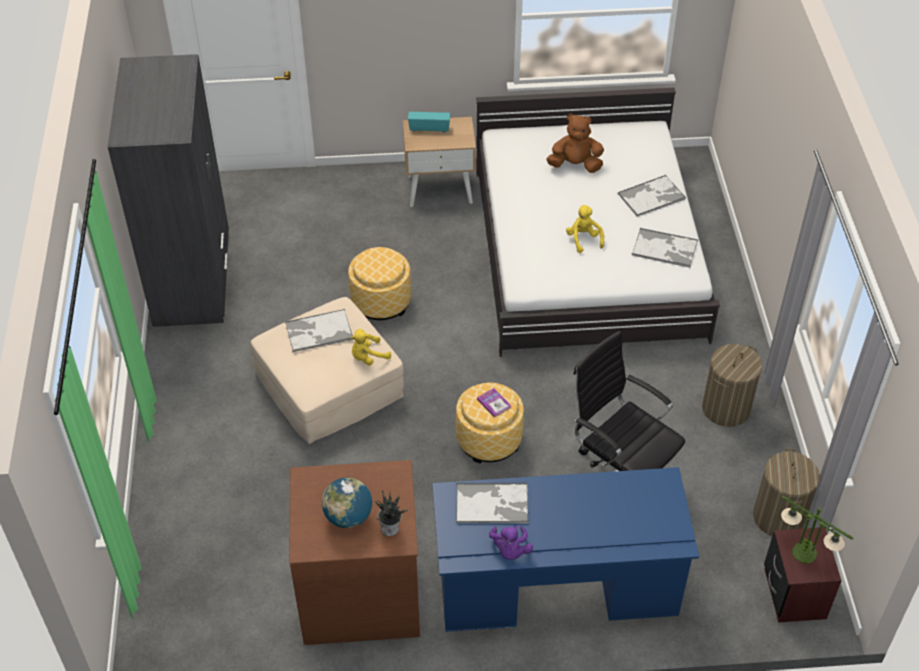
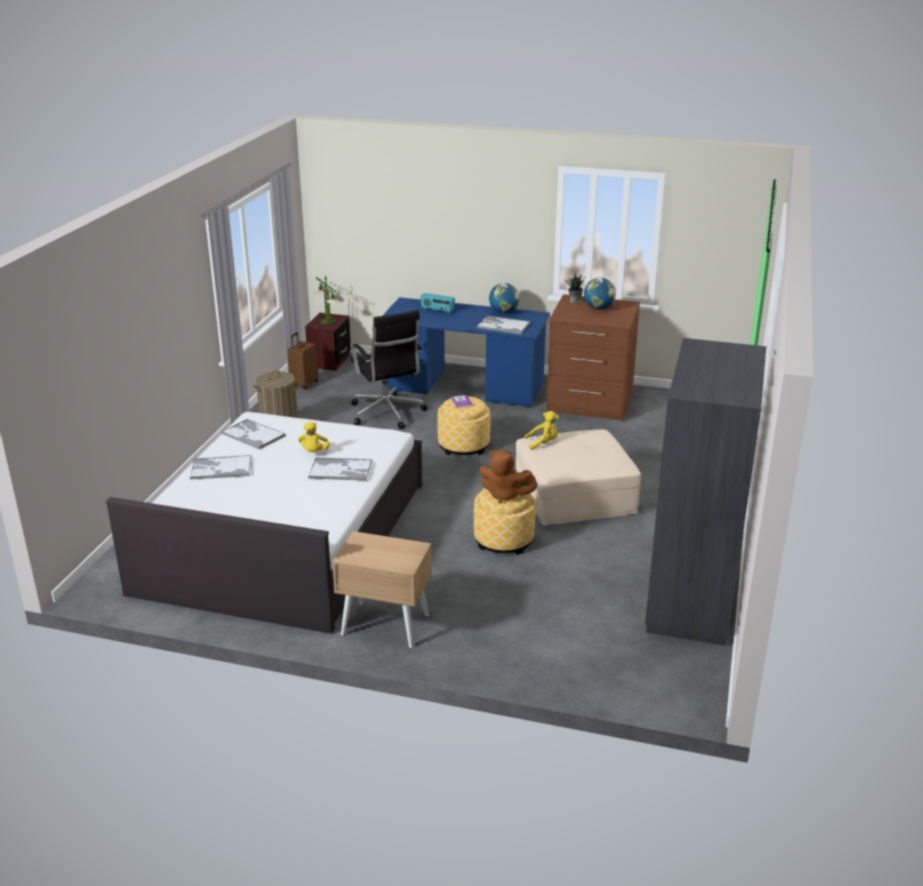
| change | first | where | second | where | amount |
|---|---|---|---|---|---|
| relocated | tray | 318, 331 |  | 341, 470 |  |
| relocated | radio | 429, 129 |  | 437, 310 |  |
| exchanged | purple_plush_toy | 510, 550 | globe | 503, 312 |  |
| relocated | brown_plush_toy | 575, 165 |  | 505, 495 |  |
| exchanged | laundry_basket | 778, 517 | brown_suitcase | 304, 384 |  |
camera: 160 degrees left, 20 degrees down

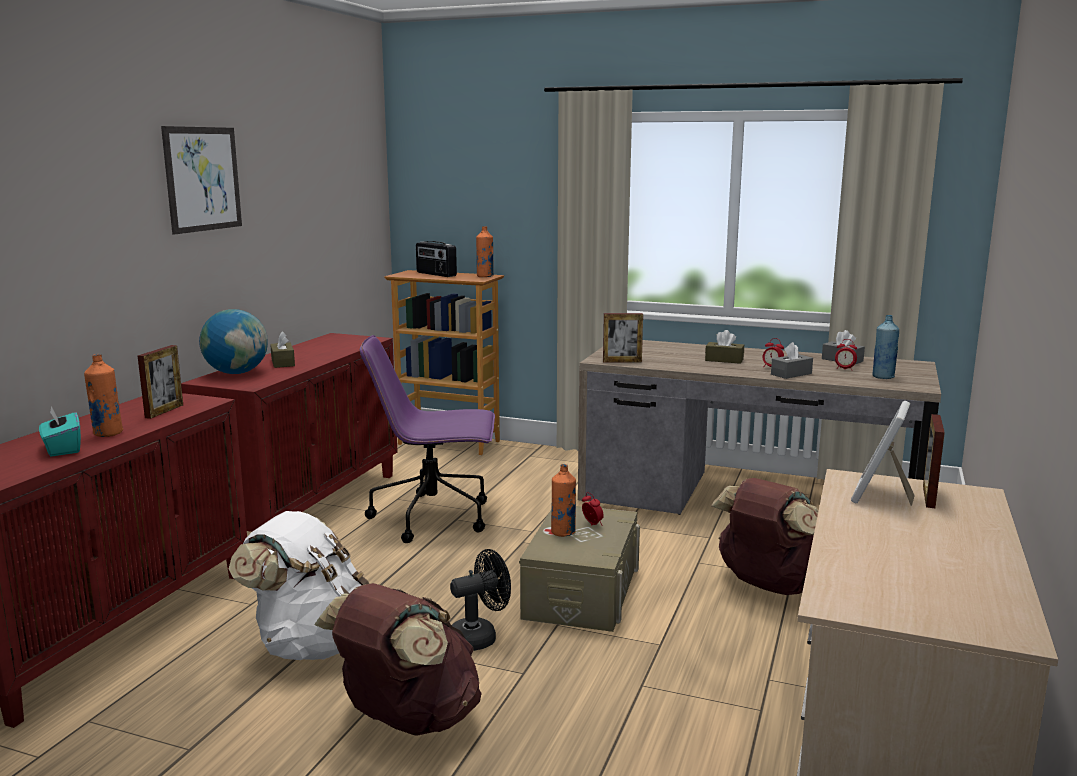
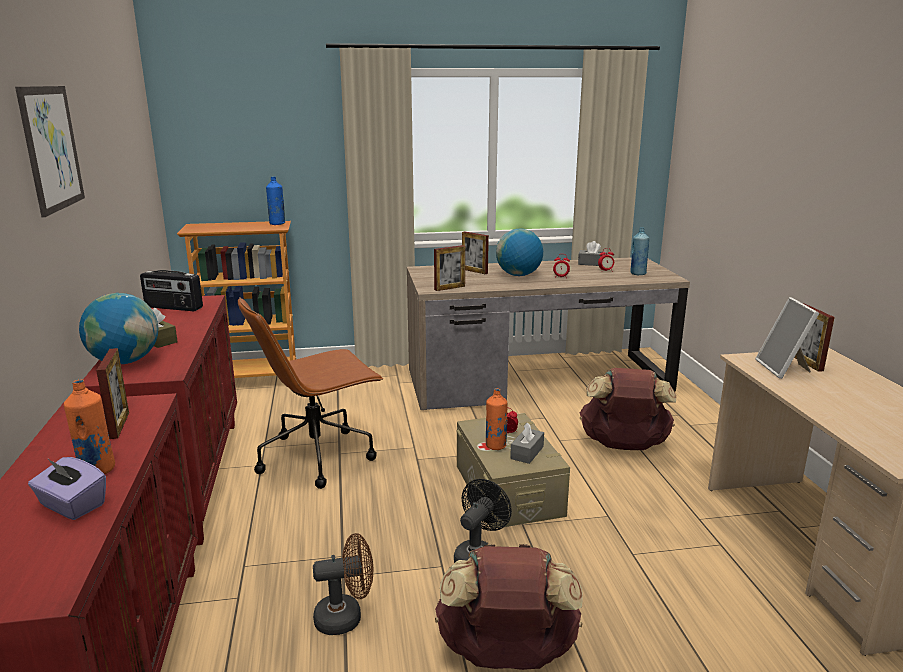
| change | first | where | second | where | amount |
|---|---|---|---|---|---|
| colour | turquoise_tissue_box | 62, 449 | purple_tissue_box | 72, 505 |  |
| exchanged | white_backpack | 312, 645 | brown_fan | 346, 617 |  |
| colour | purple_office_chair | 434, 517 | brown_office_chair | 318, 456 |  |
| relocated | radio | 435, 274 |  | 173, 308 |  |
| colour | orange_bottle | 485, 276 | blue_bottle | 277, 224 |  |
| exchanged | brown_tissue_box | 724, 360 | globe | 518, 275 |  |
| relocated | grey_tissue_box | 791, 374 |  | 527, 452 |  |
| appeared |  |  | picture_frame | 474, 271 |  |
camera: 30 degrees left, 5 degrees up

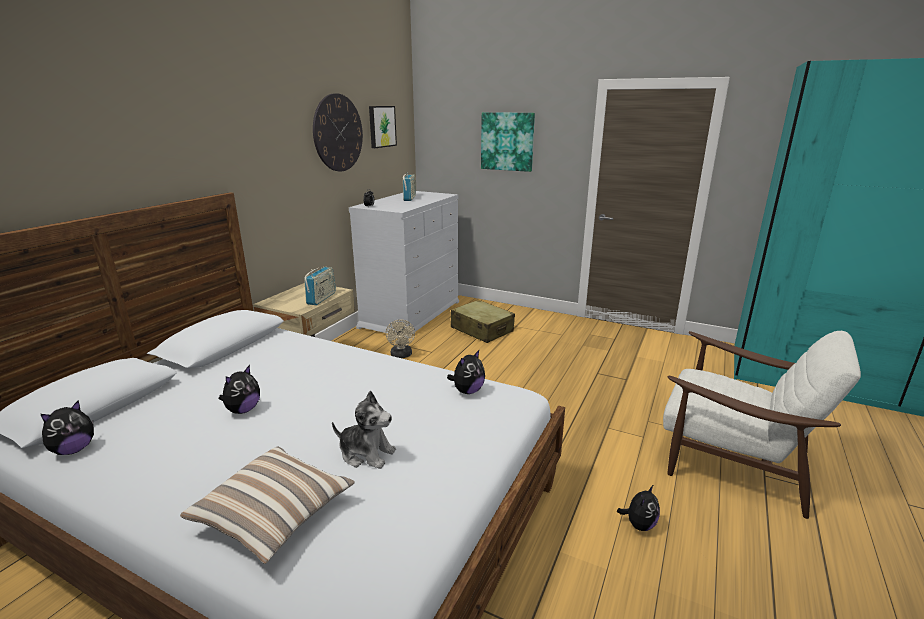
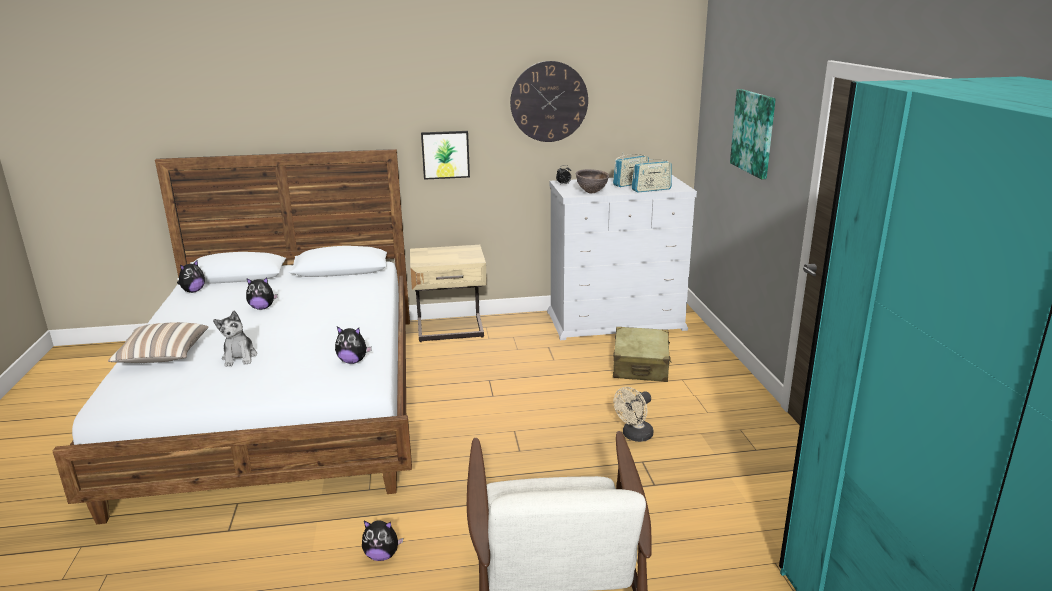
| change | first | where | second | where | amount |
|---|---|---|---|---|---|
| spun | plush_toy | 74, 449 |  | 193, 291 | 60 degrees counterclockwise |
| relocated | radio | 321, 298 |  | 651, 189 |  |
| relocated | picture | 381, 126 |  | 445, 154 |  |
| relocated | beige_fan | 401, 355 |  | 634, 436 |  |
| appeared |  |  | brown_bowl | 591, 192 |  |
camera: 55 degrees right, 0 degrees up

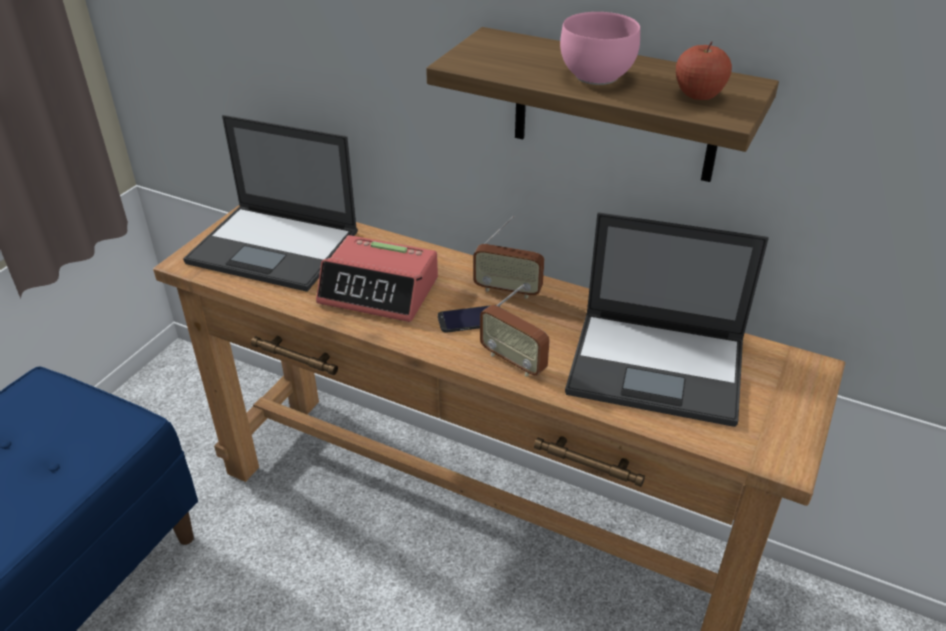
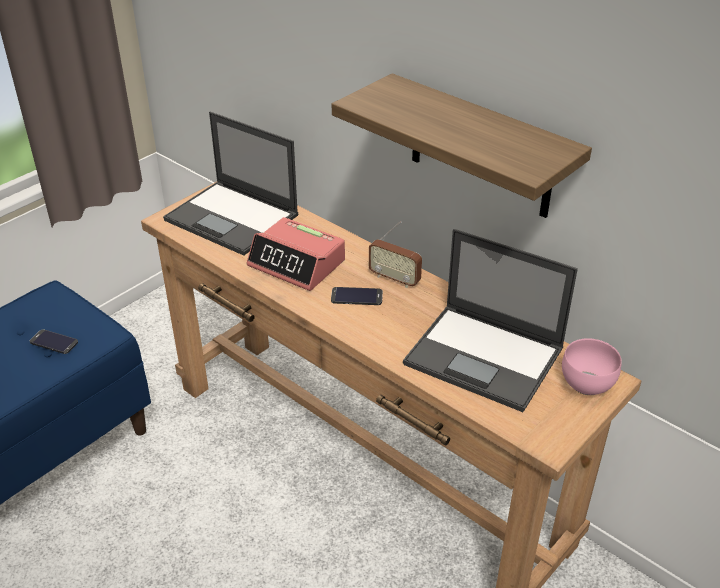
| change | first | where | second | where | amount |
|---|---|---|---|---|---|
| missing | radio | 513, 361 |  |  |  |
| relocated | pink_bowl | 595, 77 |  | 585, 385 |  |
| missing | apple | 698, 95 |  |  |  |
| appeared |  |  | phone | 54, 342 |  |
camera: 15 degrees right, 0 degrees up

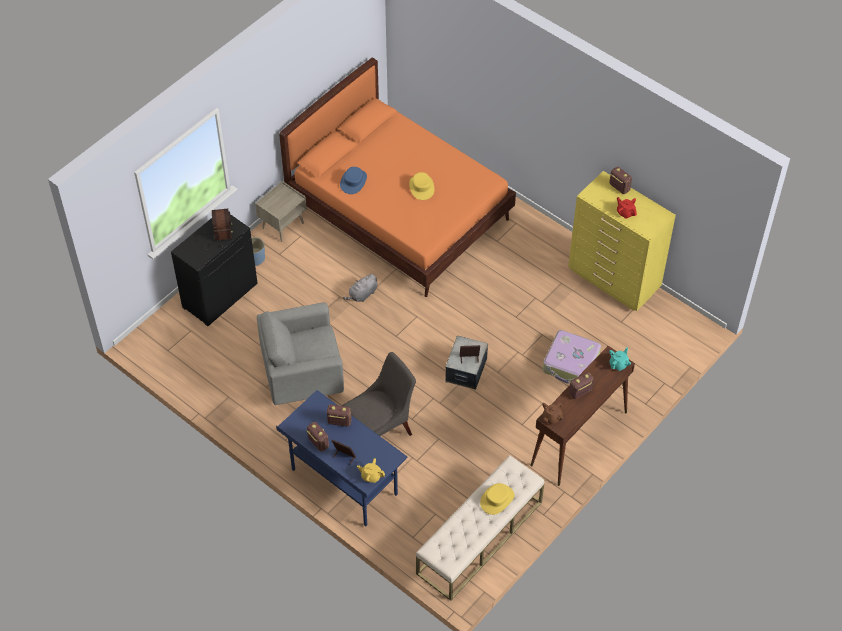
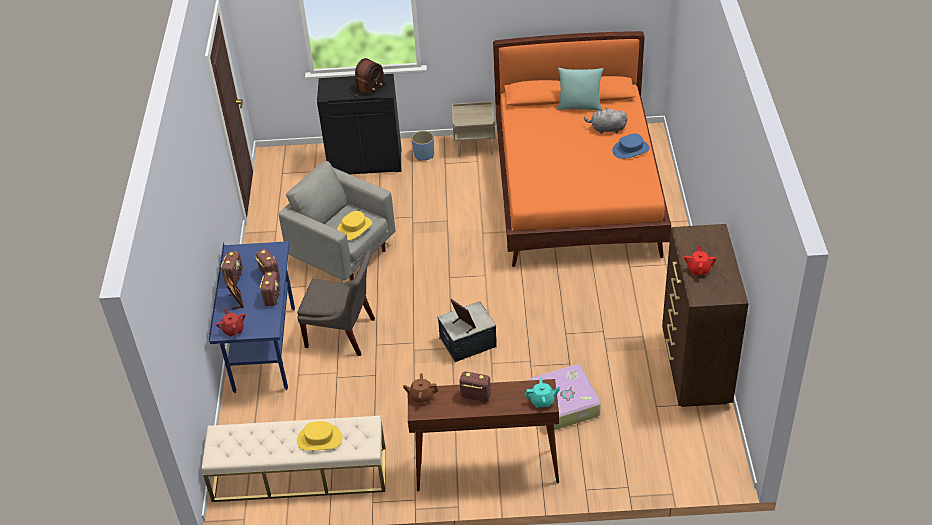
| change | first | where | second | where | amount |
|---|---|---|---|---|---|
| relocated | blue_hat | 353, 181 |  | 630, 150 |  |
| relocated | grey_plush_toy | 362, 295 |  | 606, 129 |  |
| colour | yellow_teapot | 371, 476 | red_teapot | 233, 330 |  |
| relocated | yellow_hat | 421, 187 |  | 354, 228 |  |
| colour | yellow_dresser | 614, 281 | brown_dresser | 694, 369 |  |
| relocated | radio | 619, 187 |  | 272, 297 |  |
| appeared |  |  | turquoise_pillow | 579, 106 |  |
camera: 50 degrees right, 10 degrees down

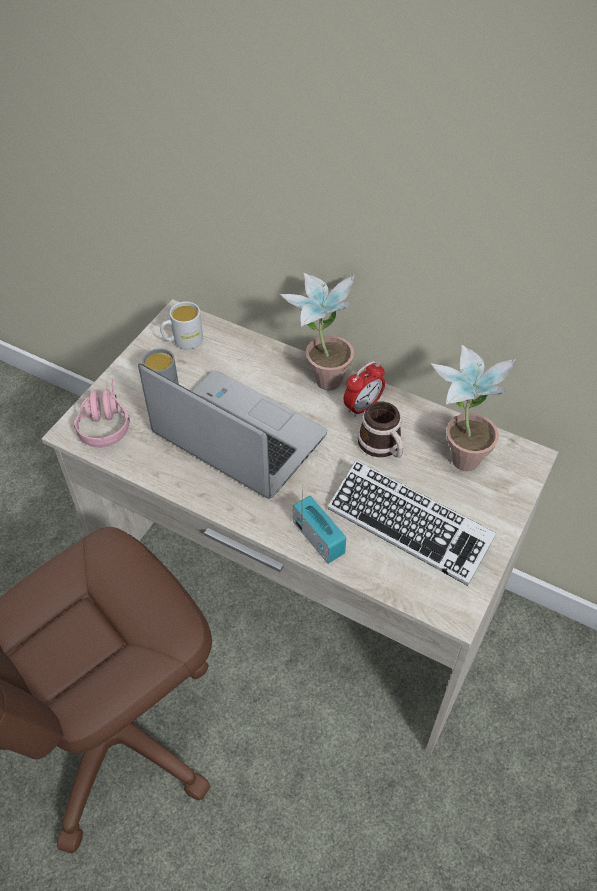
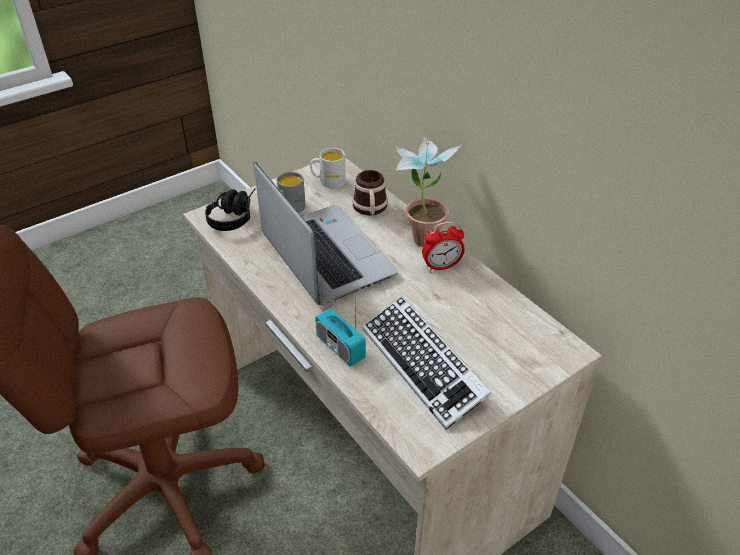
| change | first | where | second | where | amount |
|---|---|---|---|---|---|
| colour | pink_headphones | 104, 420 | black_headphones | 234, 215 |  |
| spun | radio | 318, 538 |  | 340, 347 | 150 degrees clockwise |
| relocated | mug | 383, 446 |  | 370, 209 |  |
| missing | potted_plant | 459, 452 |  |  |  |
camera: 25 degrees right, 10 degrees down

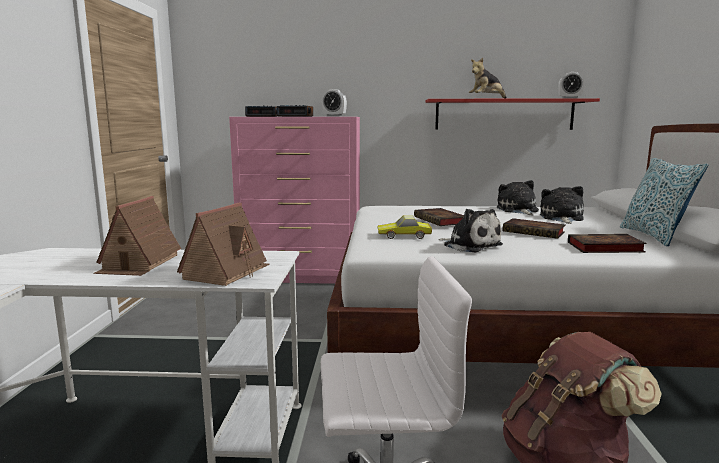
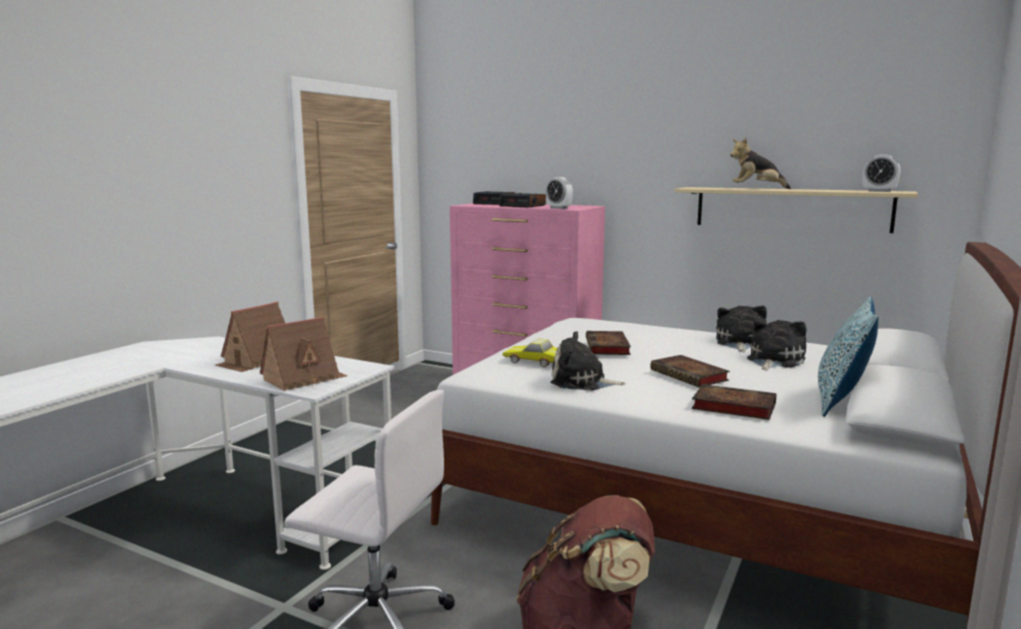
| change | first | where | second | where | amount |
|---|---|---|---|---|---|
| colour | red_shelf | 504, 114 | beige_shelf | 791, 209 |  |
| spun | plush_toy | 470, 245 |  | 582, 382 | 120 degrees clockwise |
camera: 25 degrees right, 0 degrees up

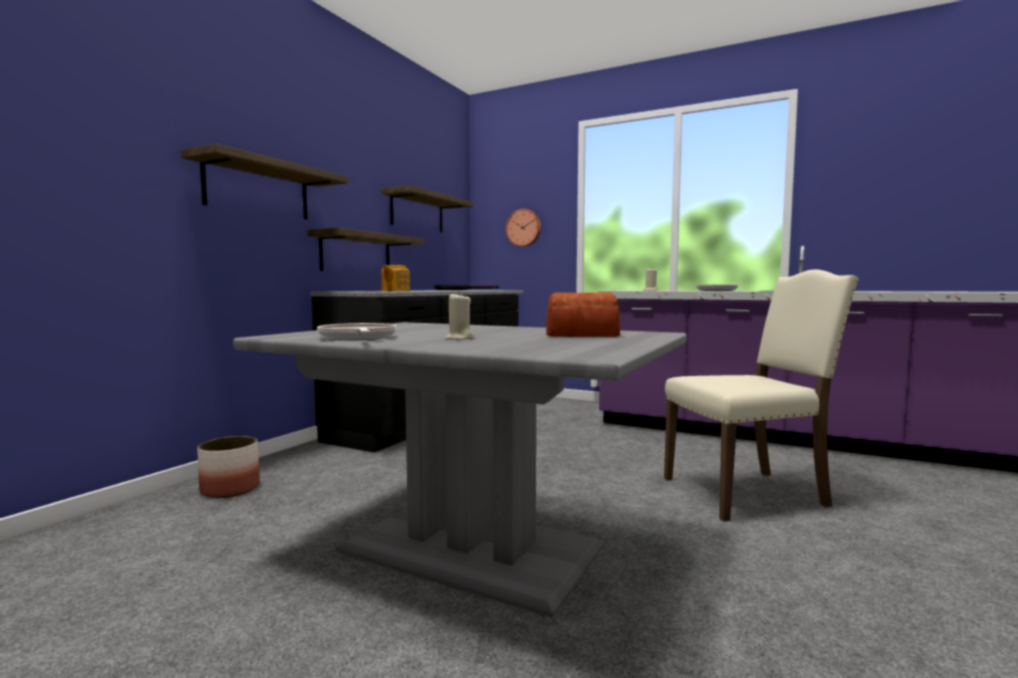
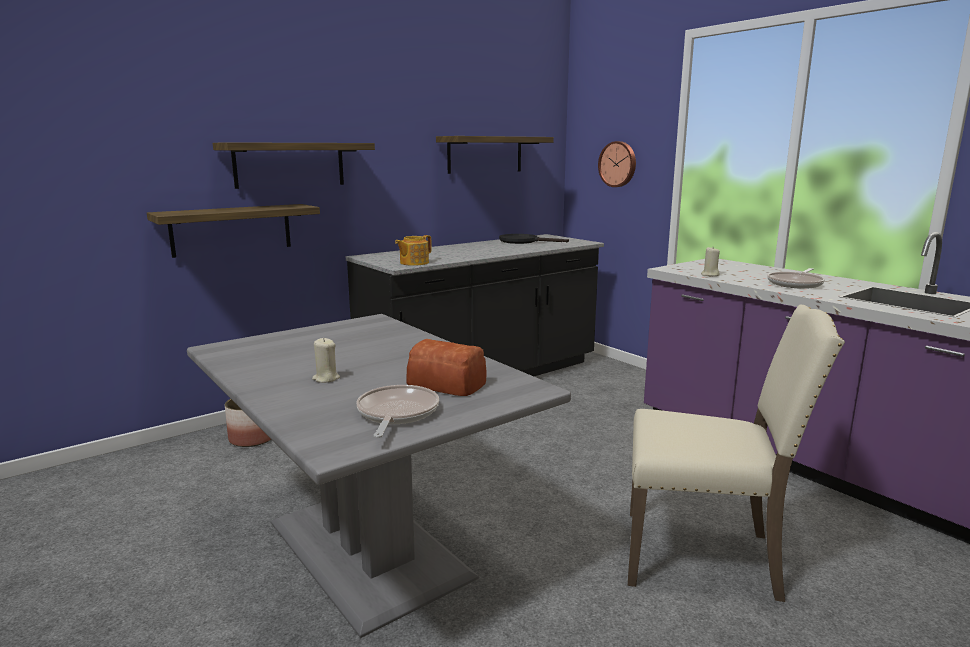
| change | first | where | second | where | amount |
|---|---|---|---|---|---|
| relocated | shelf | 356, 253 |  | 231, 229 |  |
| relocated | frying_pan | 358, 338 |  | 396, 414 |  |
camera: 25 degrees right, 10 degrees up

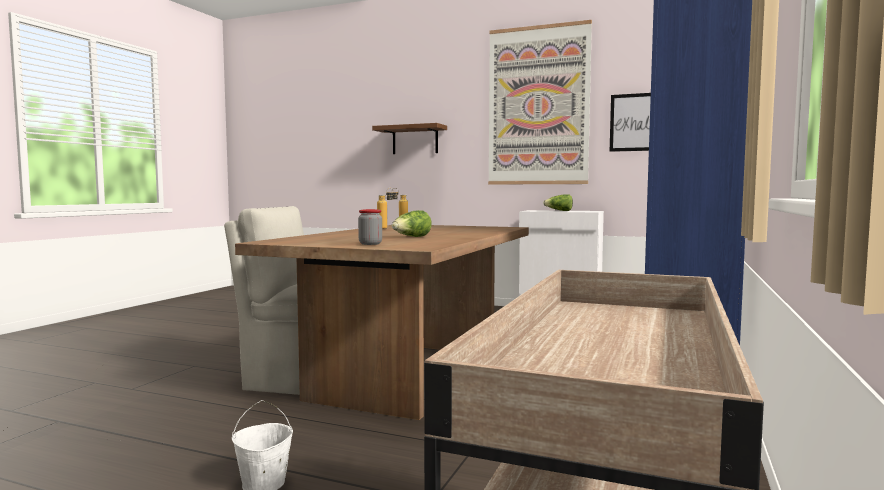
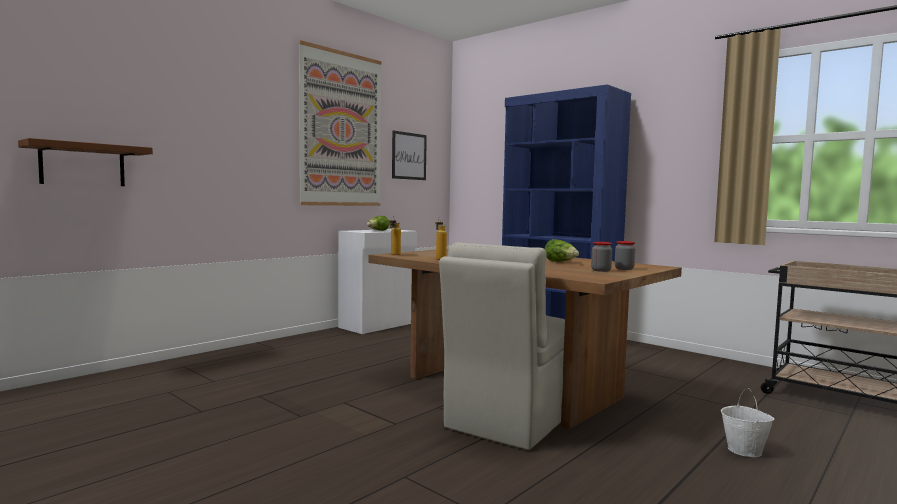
| change | first | where | second | where | amount |
|---|---|---|---|---|---|
| relocated | brown_shelf | 415, 140 |  | 83, 165 |  |
| appeared |  |  | jar | 601, 270 |  |
camera: 70 degrees left, 0 degrees up

